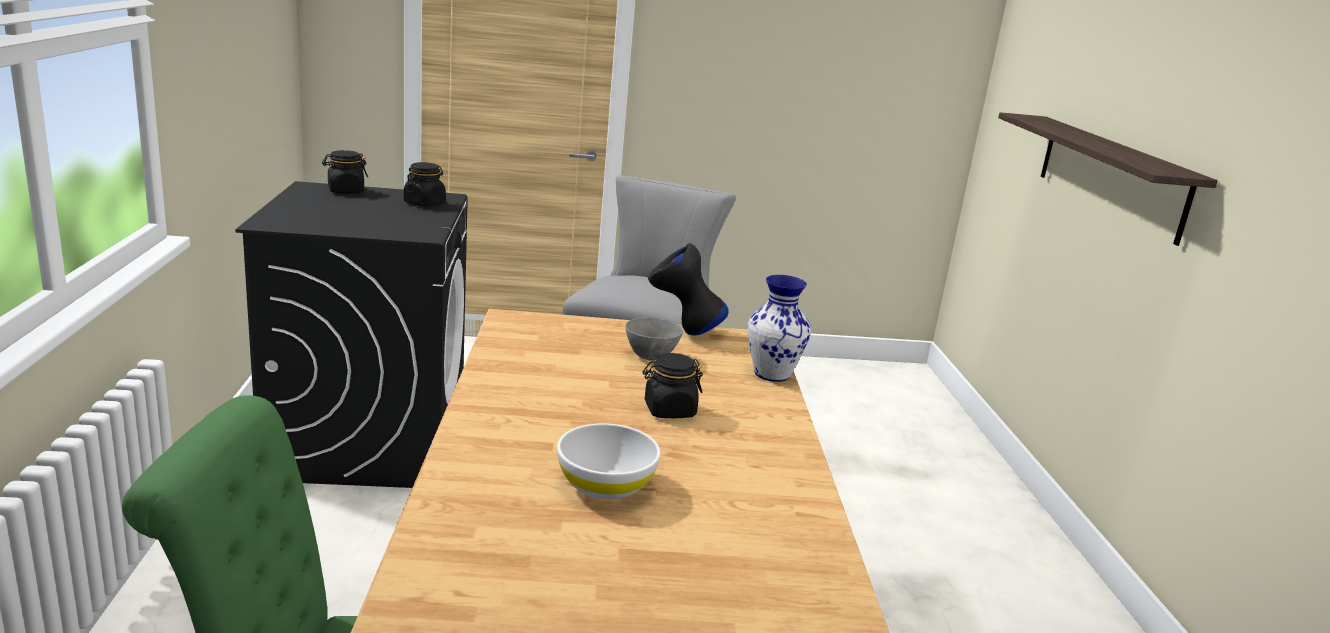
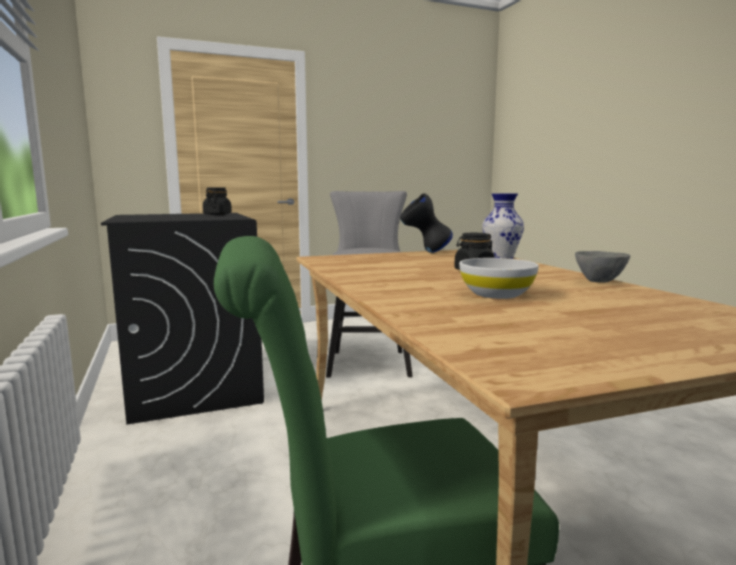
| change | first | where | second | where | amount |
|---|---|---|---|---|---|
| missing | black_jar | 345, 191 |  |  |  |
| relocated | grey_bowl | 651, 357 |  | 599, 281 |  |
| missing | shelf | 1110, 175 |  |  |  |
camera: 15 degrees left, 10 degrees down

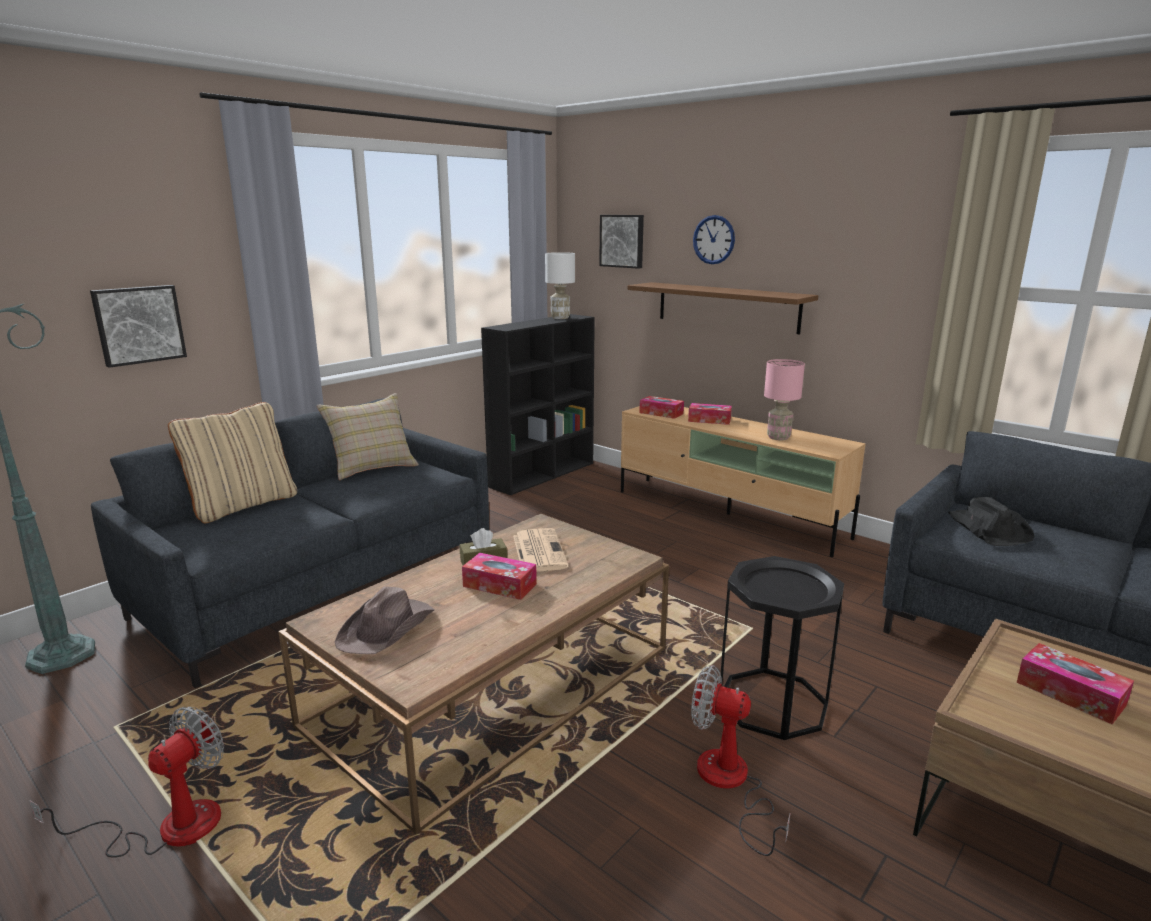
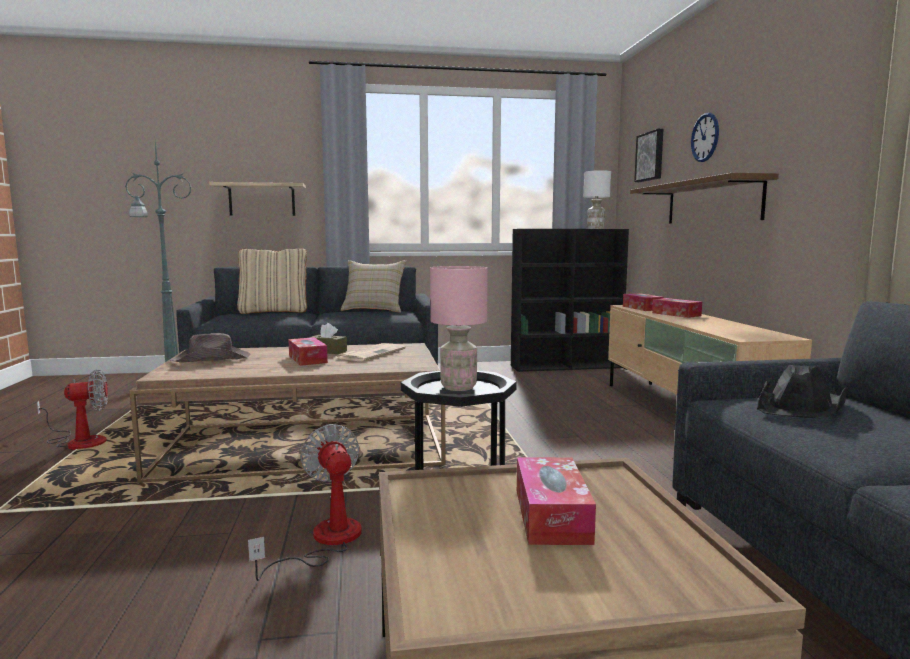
| change | first | where | second | where | amount |
|---|---|---|---|---|---|
| exchanged | picture | 139, 324 | shelf | 262, 200 |  |
| relocated | pink_table_lamp | 778, 438 |  | 457, 387 |  |
camera: 40 degrees right, 10 degrees down

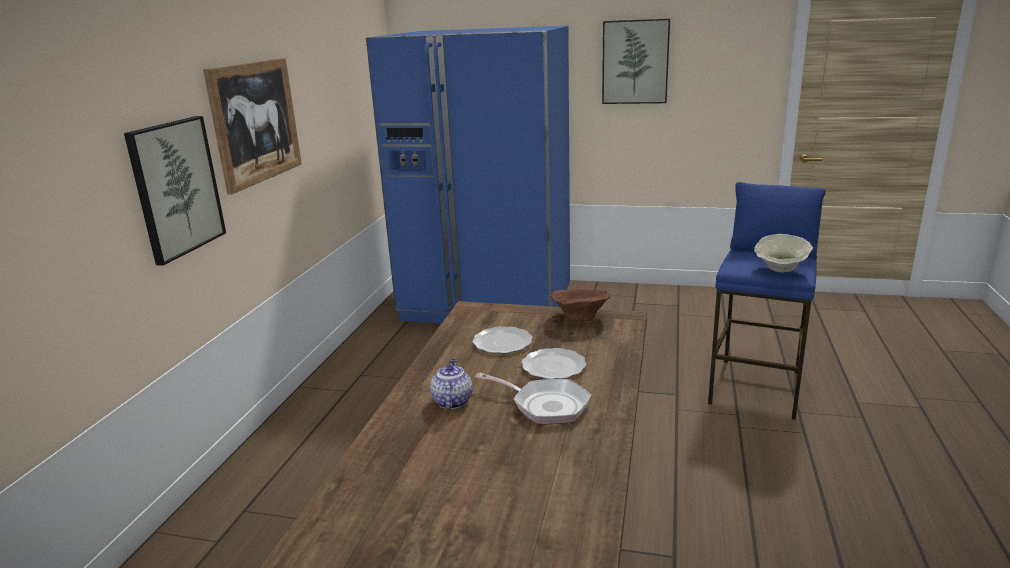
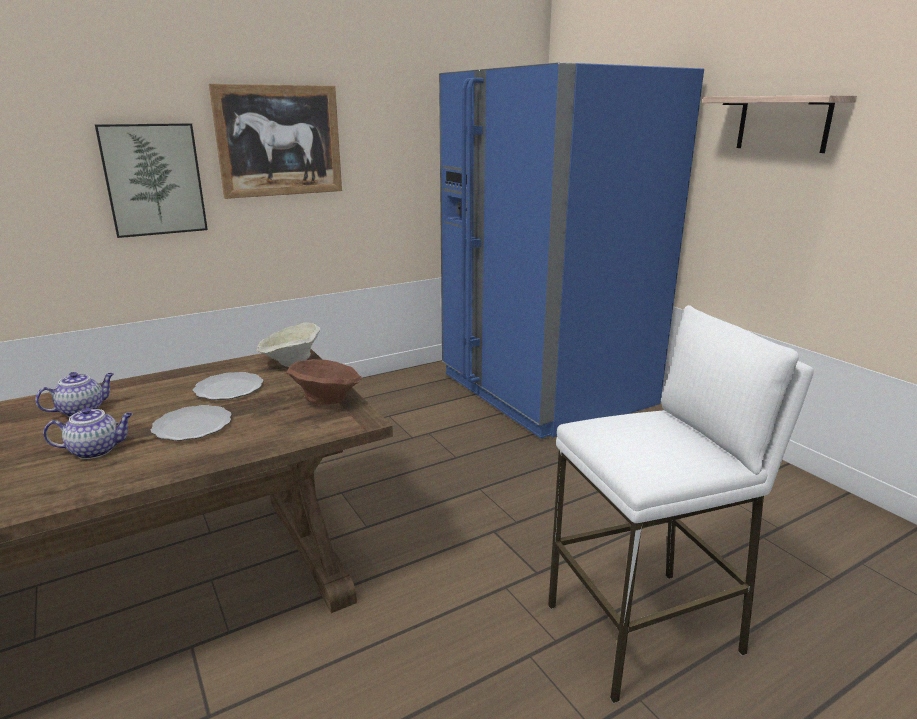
| change | first | where | second | where | amount |
|---|---|---|---|---|---|
| exchanged | frying_pan | 545, 405 | teapot | 97, 450 |  |
| exchanged | picture | 635, 62 | shelf | 783, 123 |  |
| colour | blue_stool | 756, 387 | white_stool | 645, 630 |  |
| relocated | beige_bowl | 781, 269 |  | 291, 363 |  |
camera: 45 degrees right, 0 degrees up

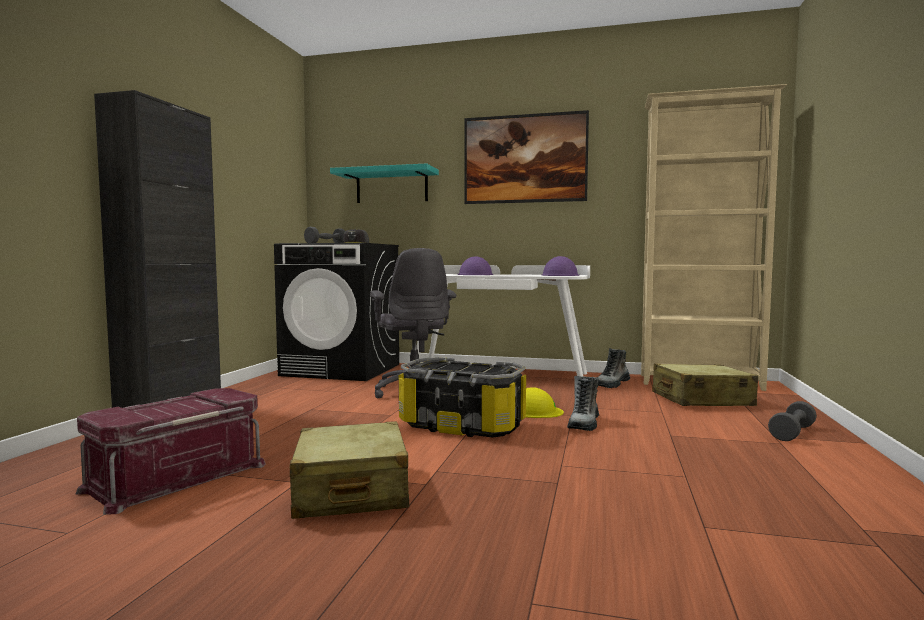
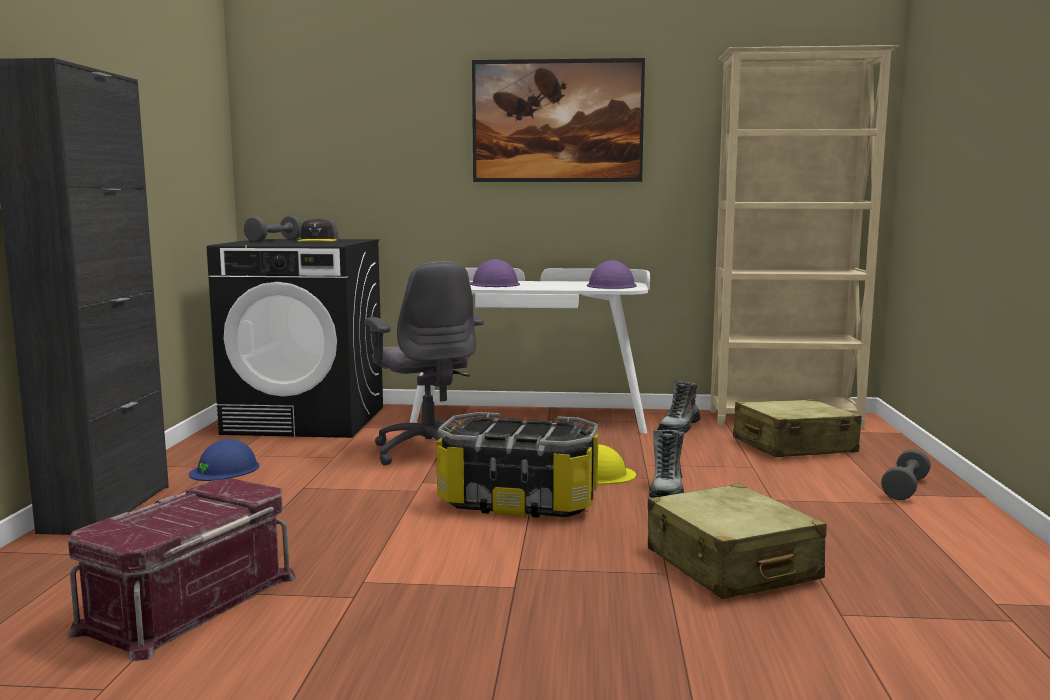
| change | first | where | second | where | amount |
|---|---|---|---|---|---|
| relocated | beige_suitcase | 351, 491 |  | 731, 565 |  |
| missing | turquoise_shelf | 392, 186 |  |  |  |
| appeared |  |  | blue_hard_hat | 225, 469 |  |
camera: 10 degrees left, 5 degrees up

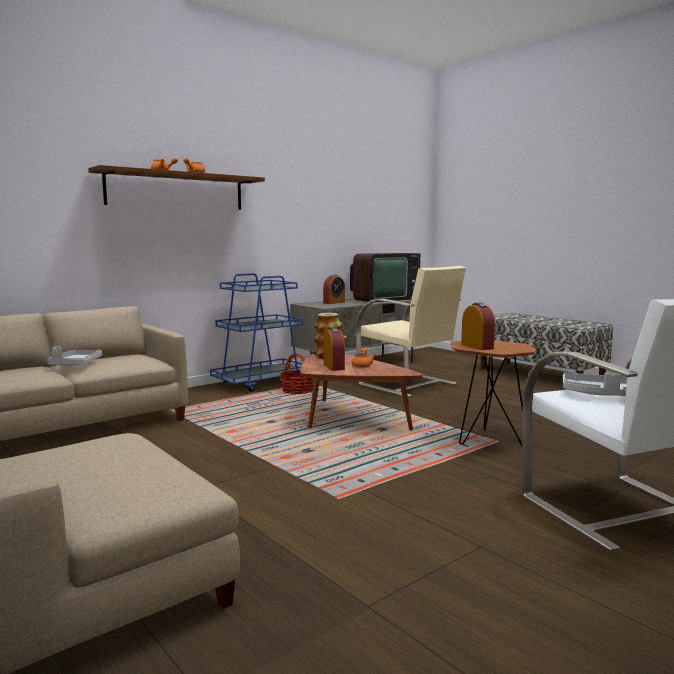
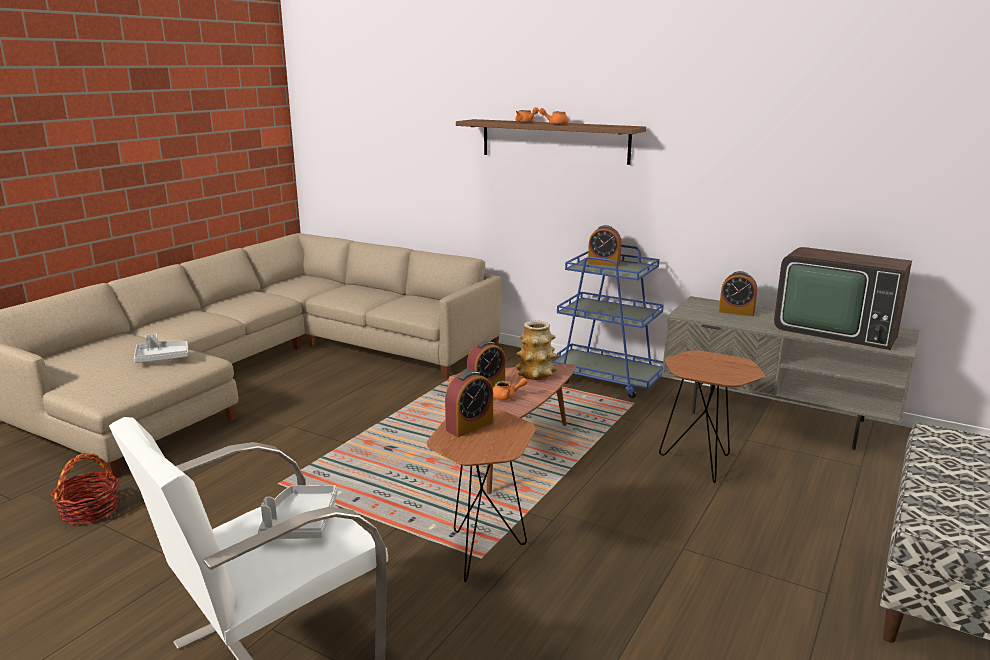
| change | first | where | second | where | amount |
|---|---|---|---|---|---|
| relocated | grey_tray | 76, 364 |  | 162, 358 |  |
| relocated | basket | 297, 390 |  | 90, 511 |  |
| exchanged | beige_armchair | 408, 384 | brown_side_table | 703, 464 |  |
| appeared |  |  | alarm_clock | 604, 263 |  |
camera: 70 degrees right, 10 degrees up

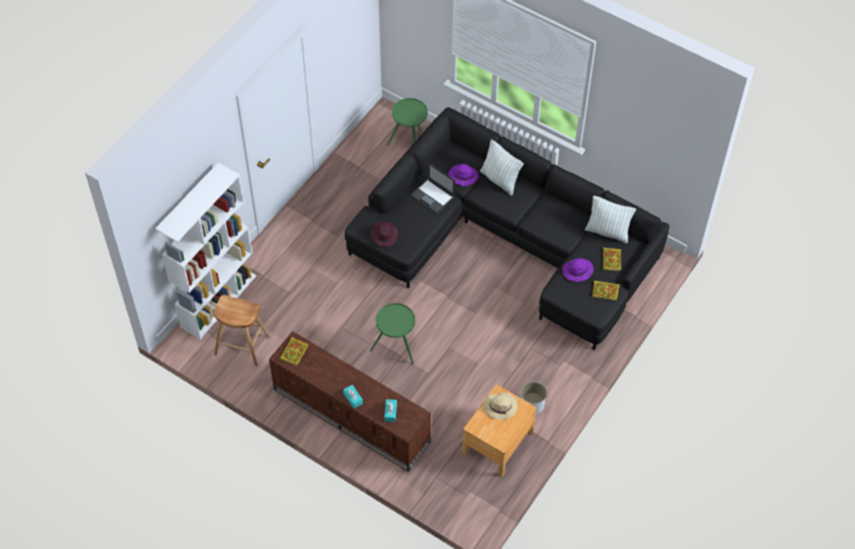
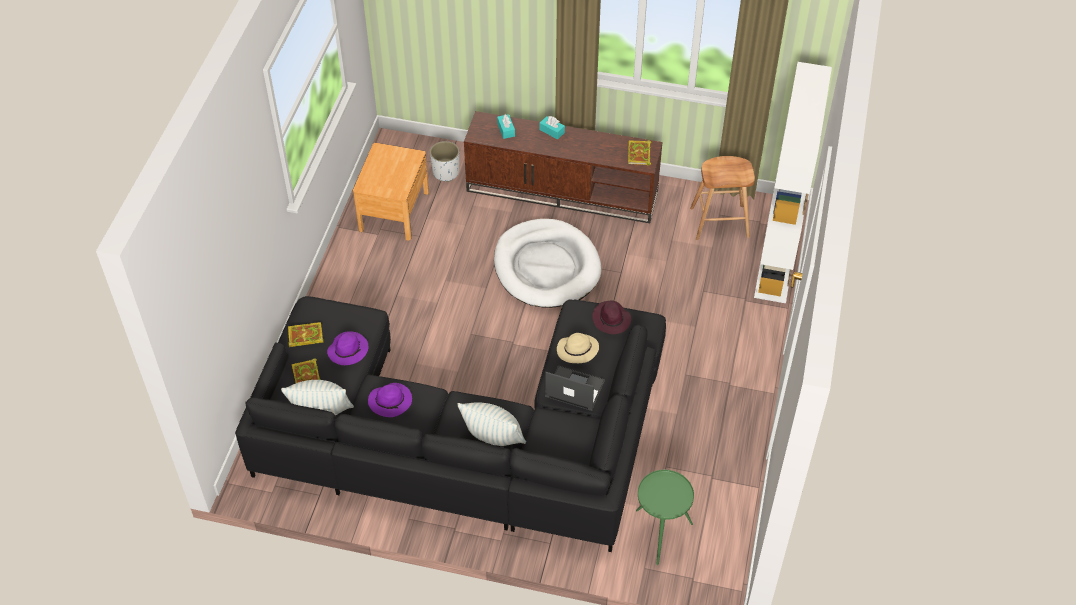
| change | first | where | second | where | amount |
|---|---|---|---|---|---|
| exchanged | green_side_table | 396, 350 | white_dog_bed | 546, 267 |  |
| relocated | purple_hat | 462, 176 |  | 391, 401 |  |
| relocated | beige_hat | 501, 407 |  | 577, 350 |  |
| relocated | white_planter | 532, 405 |  | 446, 172 |  |
camera: 160 degrees right, 5 degrees down

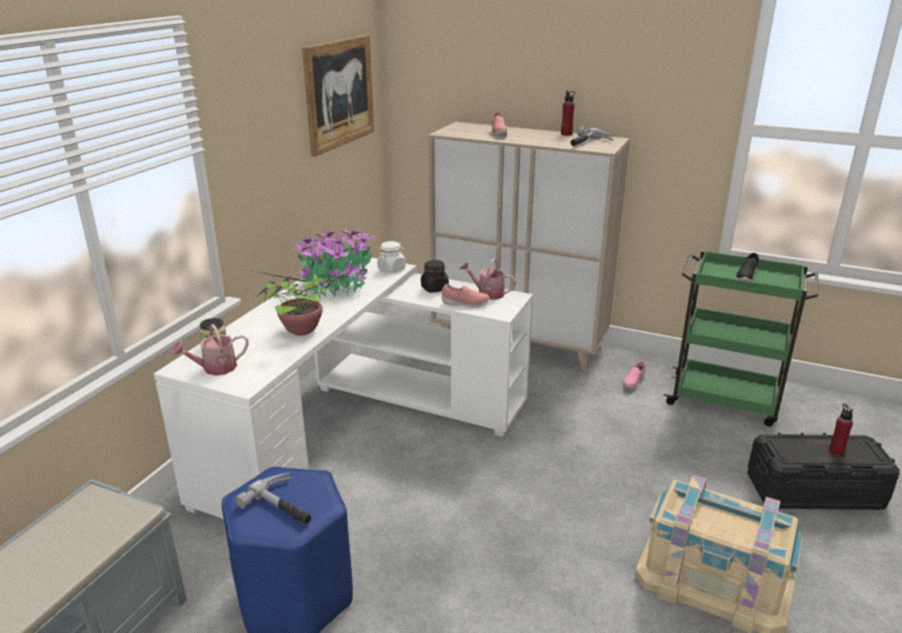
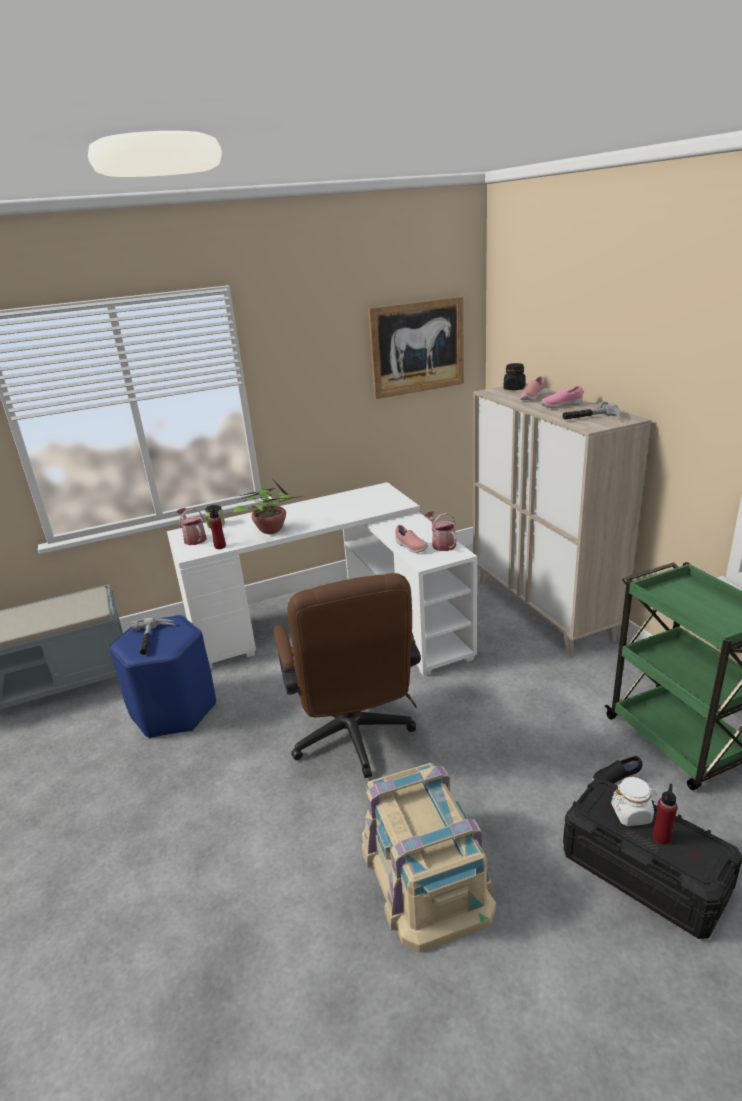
| change | first | where | second | where | amount |
|---|---|---|---|---|---|
| spun | watering_can | 215, 368 |  | 194, 538 | 45 degrees clockwise |
| missing | potted_plant | 336, 285 |  |  |  |
| relocated | white_jar | 391, 269 |  | 631, 814 |  |
| relocated | black_jar | 434, 288 |  | 514, 388 |  |
| relocated | red_bottle | 566, 134 |  | 220, 546 |  |
| relocated | pink_shoe | 633, 383 |  | 561, 406 |  |
| relocated | black_shoe | 745, 277 |  | 615, 779 |  |
| appeared |  |  | brown_office_chair | 353, 740 |  |
camera: 45 degrees right, 0 degrees up

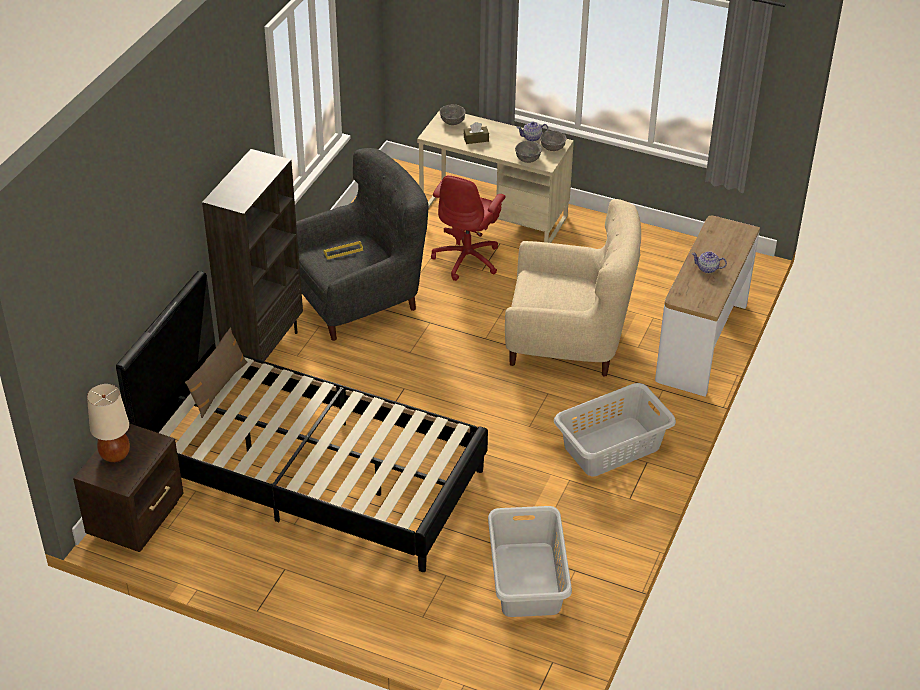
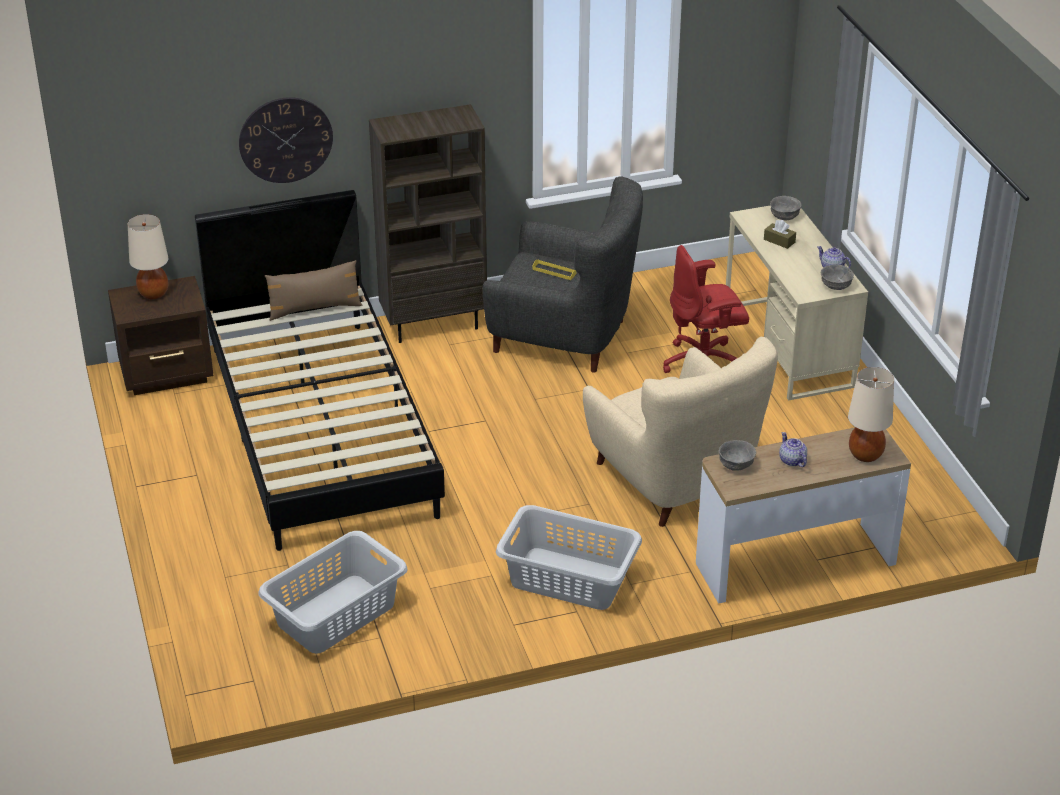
| change | first | where | second | where | amount |
|---|---|---|---|---|---|
| relocated | grey_bowl | 528, 159 |  | 736, 465 |  |
| appeared |  |  | wall_clock | 285, 140 |  |
| appeared |  |  | beige_table_lamp | 865, 454 |  |
camera: 50 degrees right, 5 degrees down

